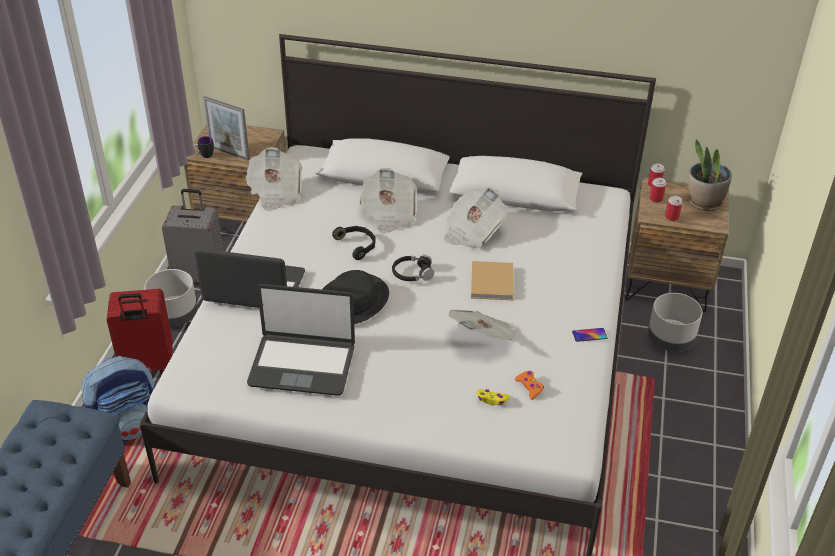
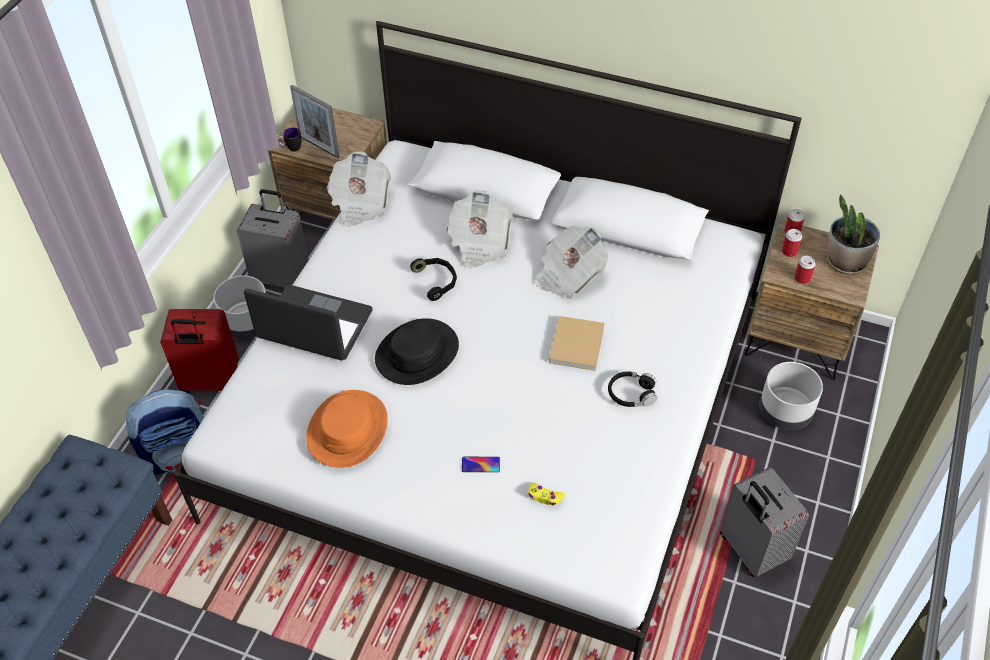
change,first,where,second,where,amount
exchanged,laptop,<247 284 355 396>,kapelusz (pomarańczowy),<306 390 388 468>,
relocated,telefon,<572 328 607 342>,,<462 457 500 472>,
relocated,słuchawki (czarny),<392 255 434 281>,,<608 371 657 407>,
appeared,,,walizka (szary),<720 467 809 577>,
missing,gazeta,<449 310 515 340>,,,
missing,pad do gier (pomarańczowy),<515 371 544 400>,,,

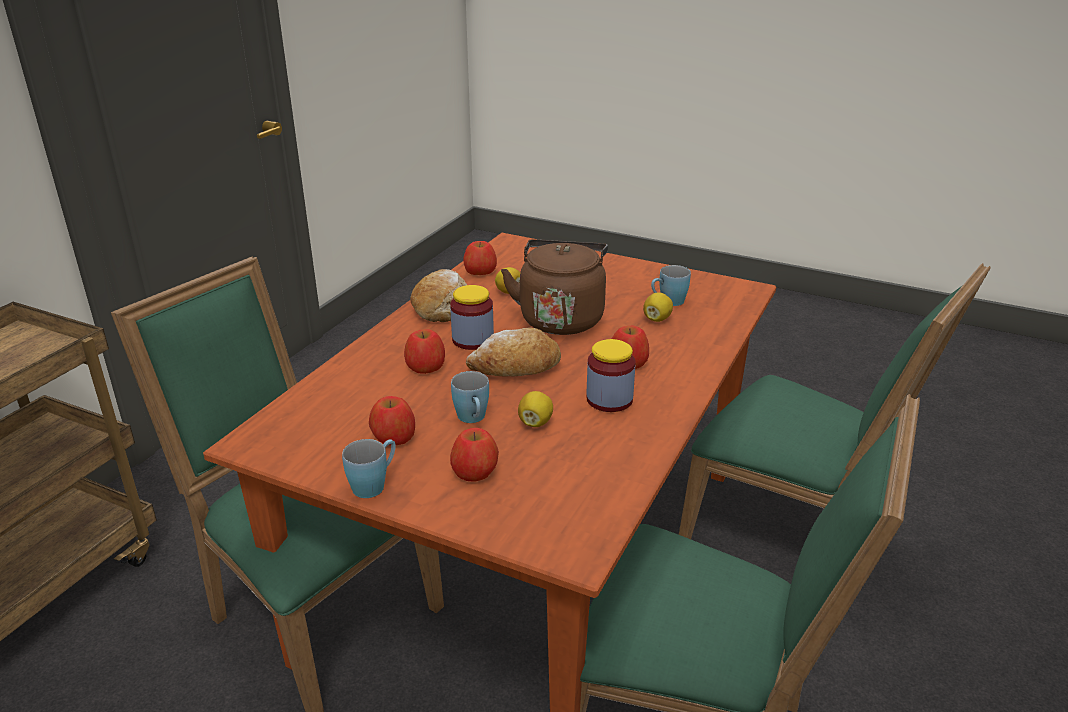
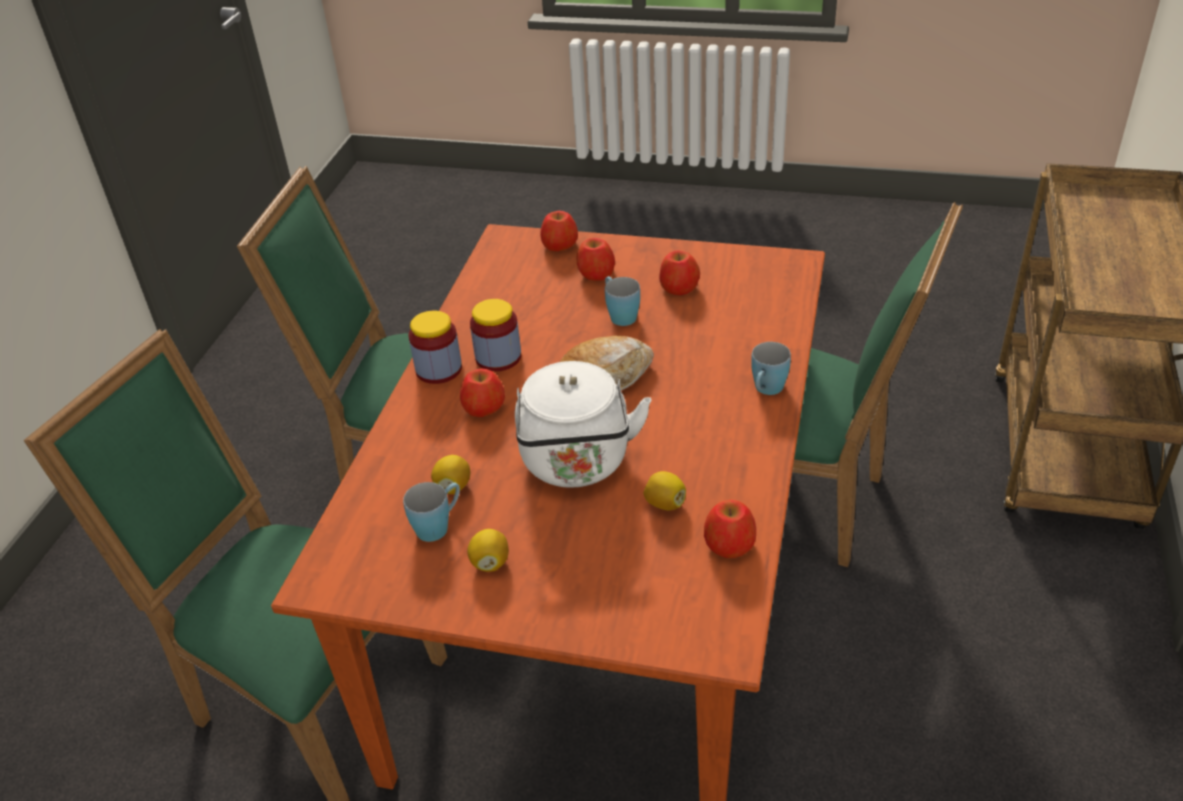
change,first,where,second,where,amount
relocated,słoik,<450 285 494 350>,,<408 311 462 384>,
relocated,cytryna,<518 391 553 427>,,<467 529 509 572>,
colour,czajnik (brązowy),<501 239 608 335>,czajnik (biały),<515 361 651 488>,
relocated,jabłko,<404 329 445 374>,,<541 211 578 251>,
relocated,kubek (niebieski),<342 439 396 498>,,<751 342 791 395>,
missing,chleb,<410 269 467 322>,,,

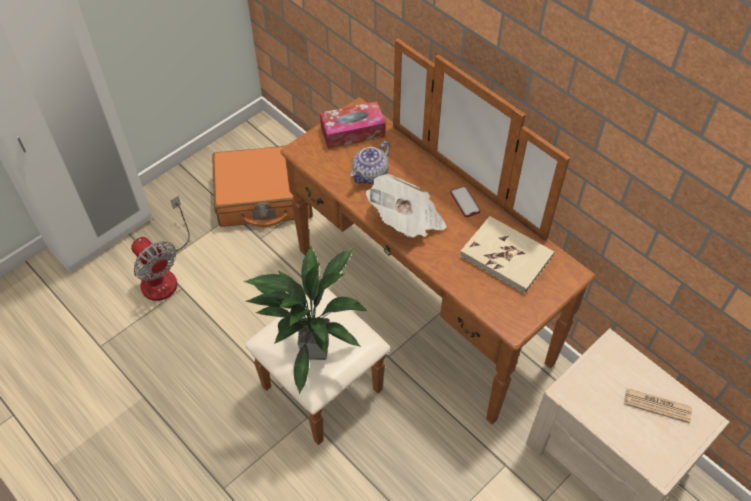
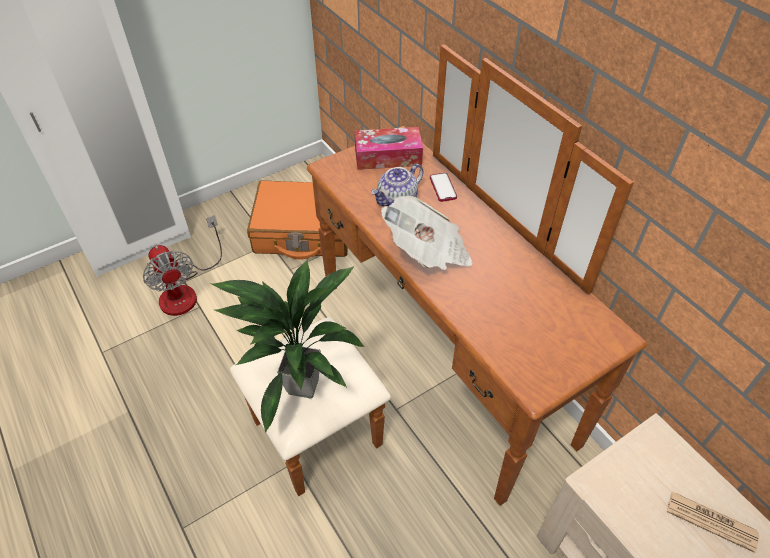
change,first,where,second,where,amount
relocated,telefon,<450 186 480 217>,,<430 173 457 202>,
missing,książka (beżowy),<460 216 554 294>,,,

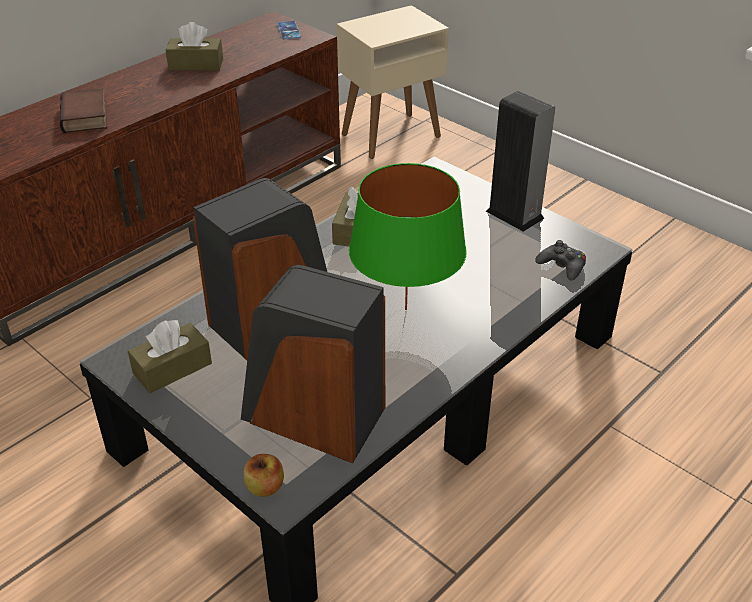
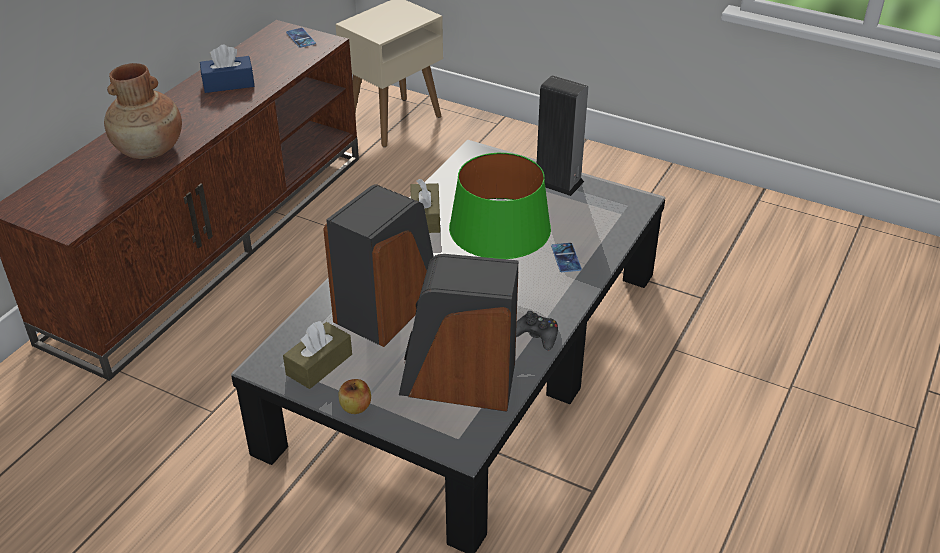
change,first,where,second,where,amount
exchanged,książka,<60 88 107 134>,wazon (brązowy),<104 63 182 159>,
colour,pudełko chusteczek (brązowy),<166 22 223 71>,pudełko chusteczek (niebieski),<200 44 254 93>,
relocated,jabłko,<243 454 284 497>,,<338 379 371 414>,
relocated,pad do gier (czarny),<535 240 586 280>,,<516 311 558 350>,
appeared,,,telefon,<551 243 582 272>,

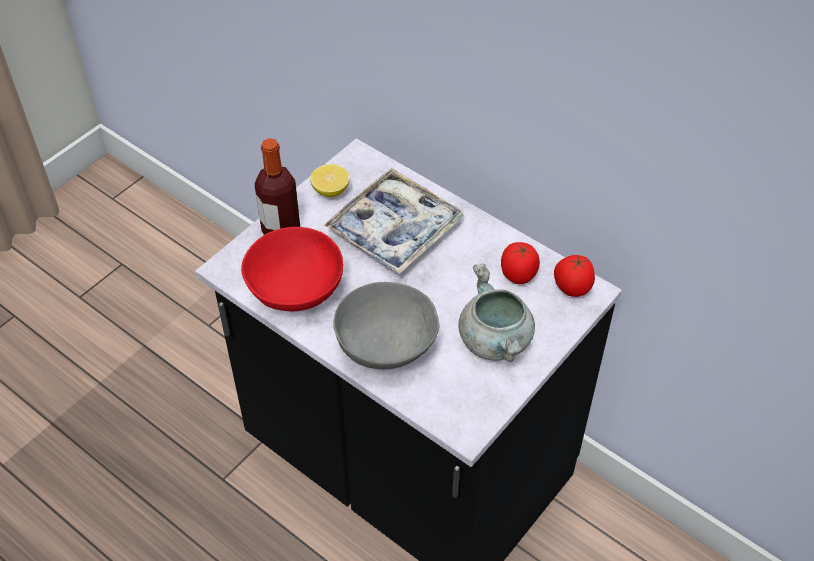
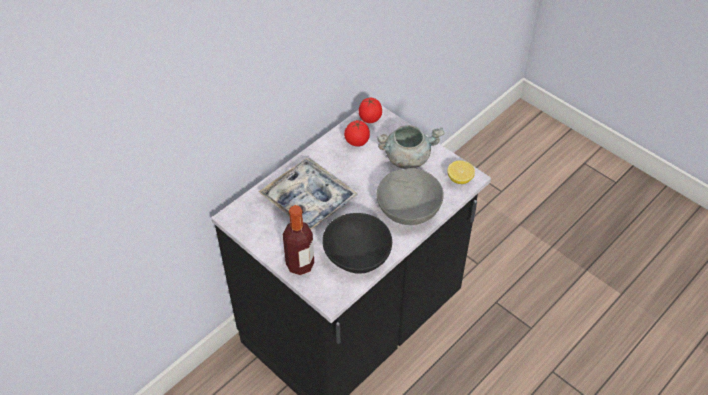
change,first,where,second,where,amount
colour,miska (czerwony),<241 227 343 311>,miska (czarny),<322 213 392 274>,
relocated,cytryna,<310 164 350 197>,,<448 160 475 184>,

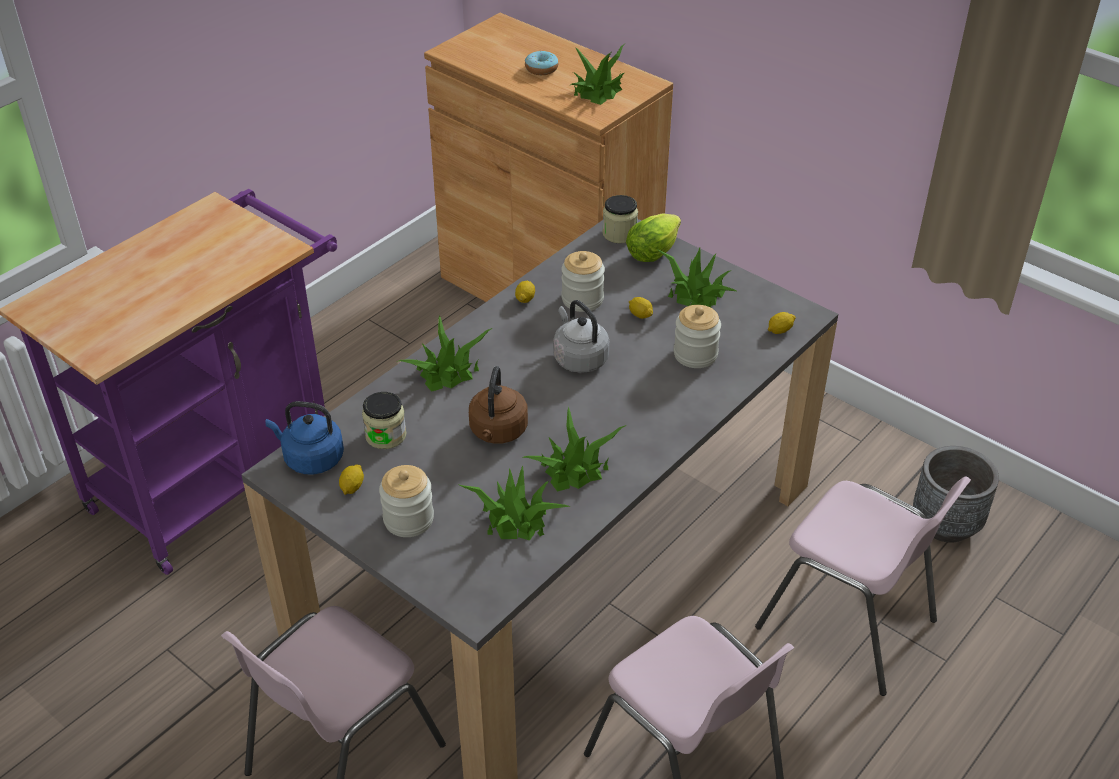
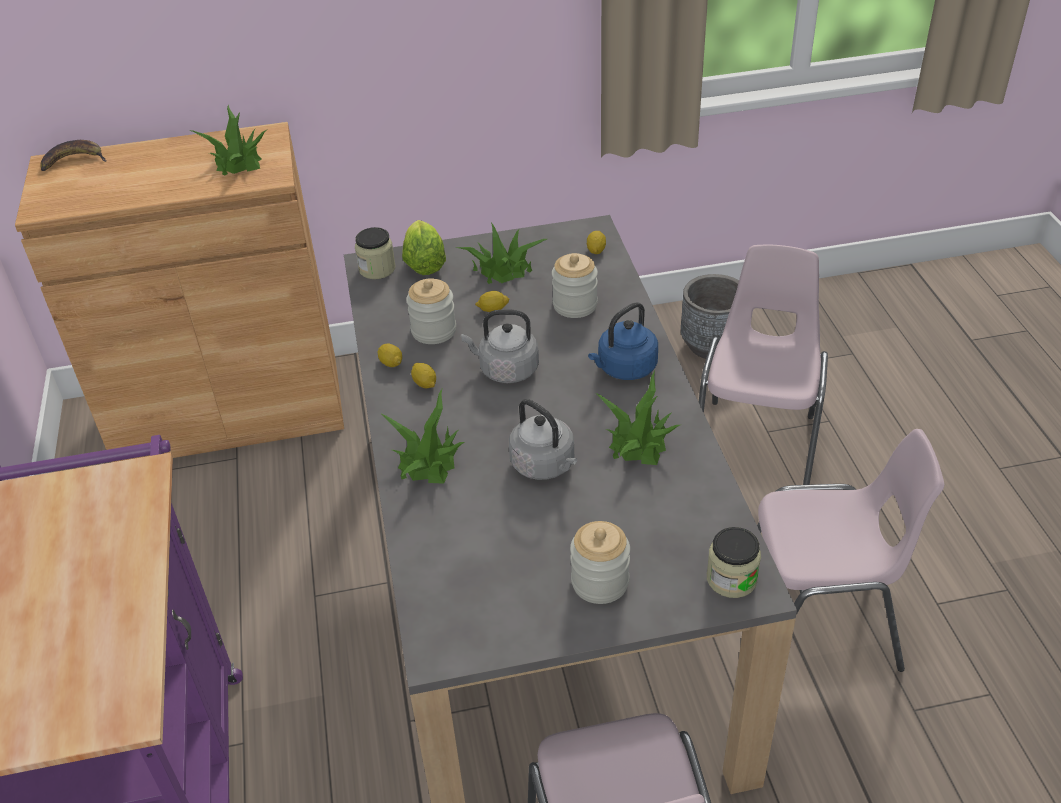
change,first,where,second,where,amount
appeared,,,banan,<40 140 107 171>,
relocated,cytryna,<339 464 364 495>,,<411 363 436 389>,
colour,czajnik (brązowy),<469 366 528 444>,czajnik (szary),<509 399 577 480>,
relocated,czajnik (niebieski),<266 401 344 475>,,<588 302 658 380>,
spun,krzesło (różowy),<755 477 971 696>,,<699 244 828 485>,60 degrees counterclockwise
relocated,słoik,<362 392 407 449>,,<707 527 761 598>,
missing,roślina doniczkowa,<457 465 571 540>,,,
missing,donut,<525 51 558 75>,,,

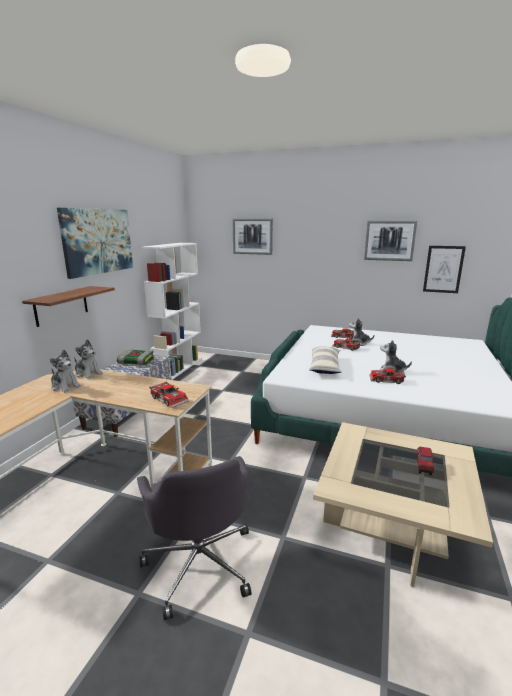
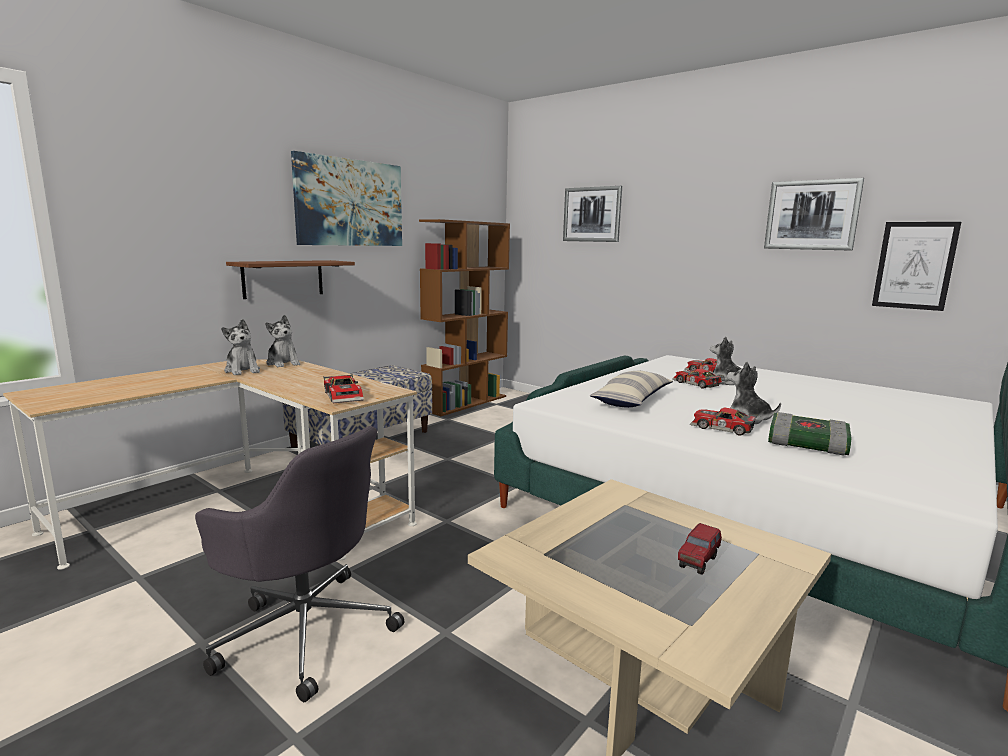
change,first,where,second,where,amount
spun,krzesło biurowe (szary),<137 456 251 620>,,<195 426 404 702>,60 degrees counterclockwise
colour,regał (biały),<141 243 202 380>,regał (brązowy),<419 219 510 416>,
relocated,książka,<117 349 154 365>,,<768 412 851 456>,

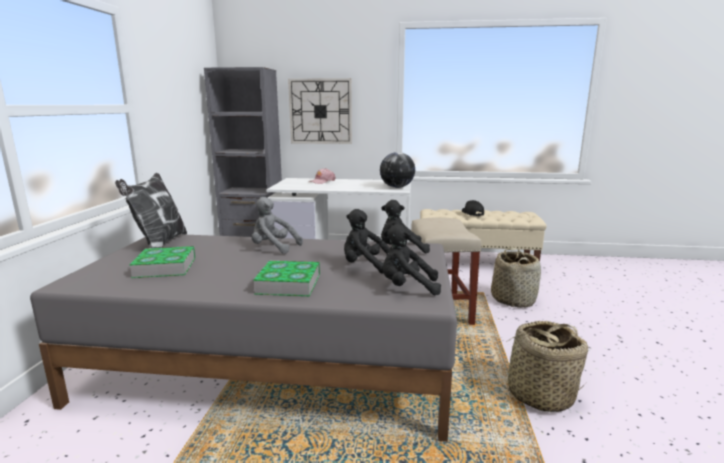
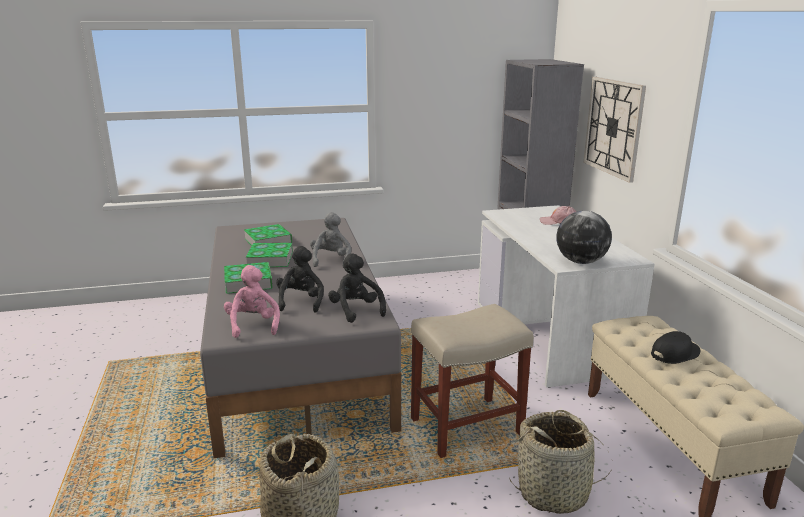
change,first,where,second,where,amount
colour,pluszak (czarny),<383 224 441 295>,pluszak (różowy),<224 265 280 338>,
appeared,,,książka,<246 243 293 267>,
missing,poduszka,<115 173 187 248>,,,

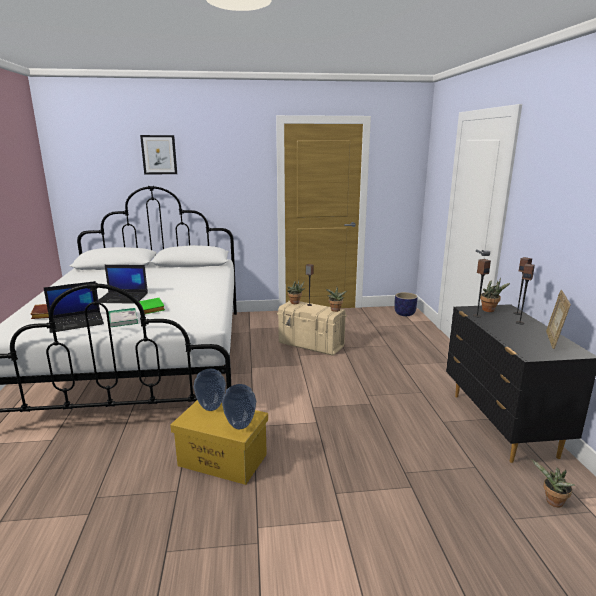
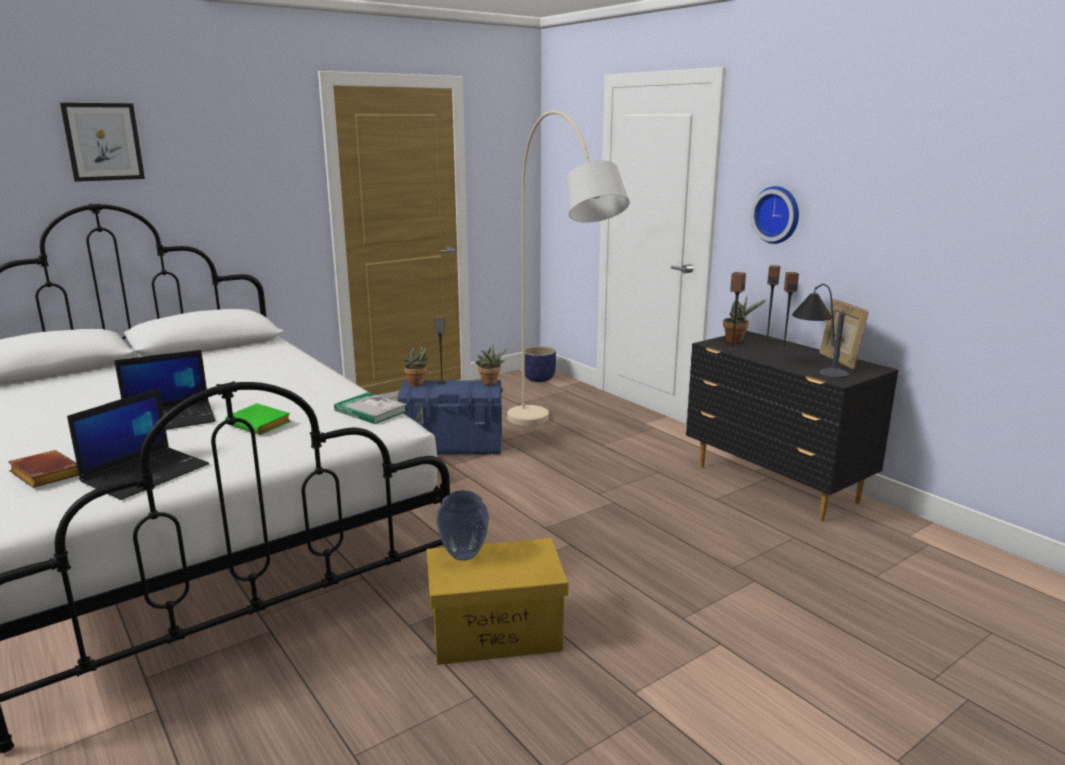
change,first,where,second,where,amount
relocated,książka,<108 308 138 327>,,<334 392 408 424>,
colour,pojemnik do przechowywania (beżowy),<277 301 347 356>,pojemnik do przechowywania (niebieski),<398 380 503 455>,
appeared,,,lampa stojąca (beżowy),<507 111 630 426>,
appeared,,,zegar ścienny,<750 186 799 244>,
appeared,,,lampa stołowa,<792 284 849 379>,
missing,wazon,<222 384 256 429>,,,
missing,roślina doniczkowa,<531 459 575 508>,,,

